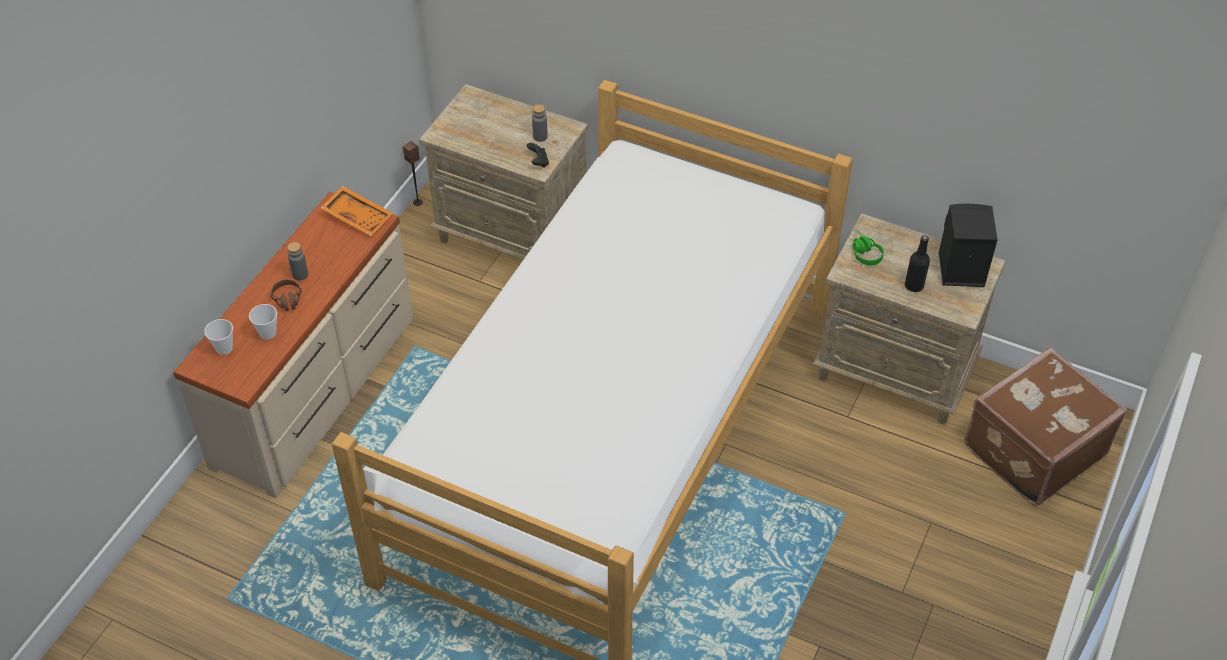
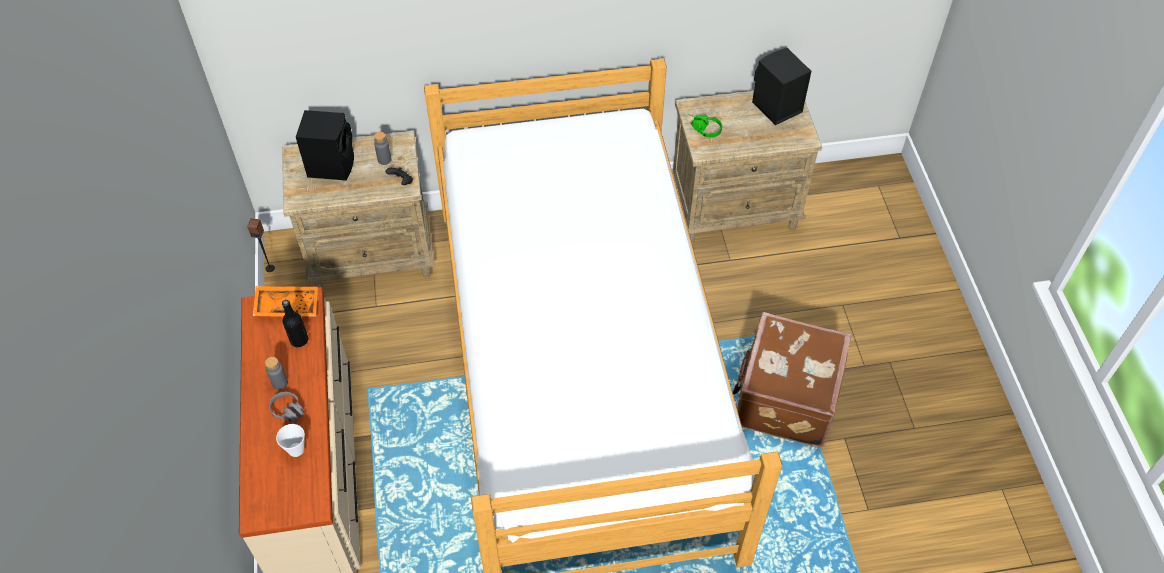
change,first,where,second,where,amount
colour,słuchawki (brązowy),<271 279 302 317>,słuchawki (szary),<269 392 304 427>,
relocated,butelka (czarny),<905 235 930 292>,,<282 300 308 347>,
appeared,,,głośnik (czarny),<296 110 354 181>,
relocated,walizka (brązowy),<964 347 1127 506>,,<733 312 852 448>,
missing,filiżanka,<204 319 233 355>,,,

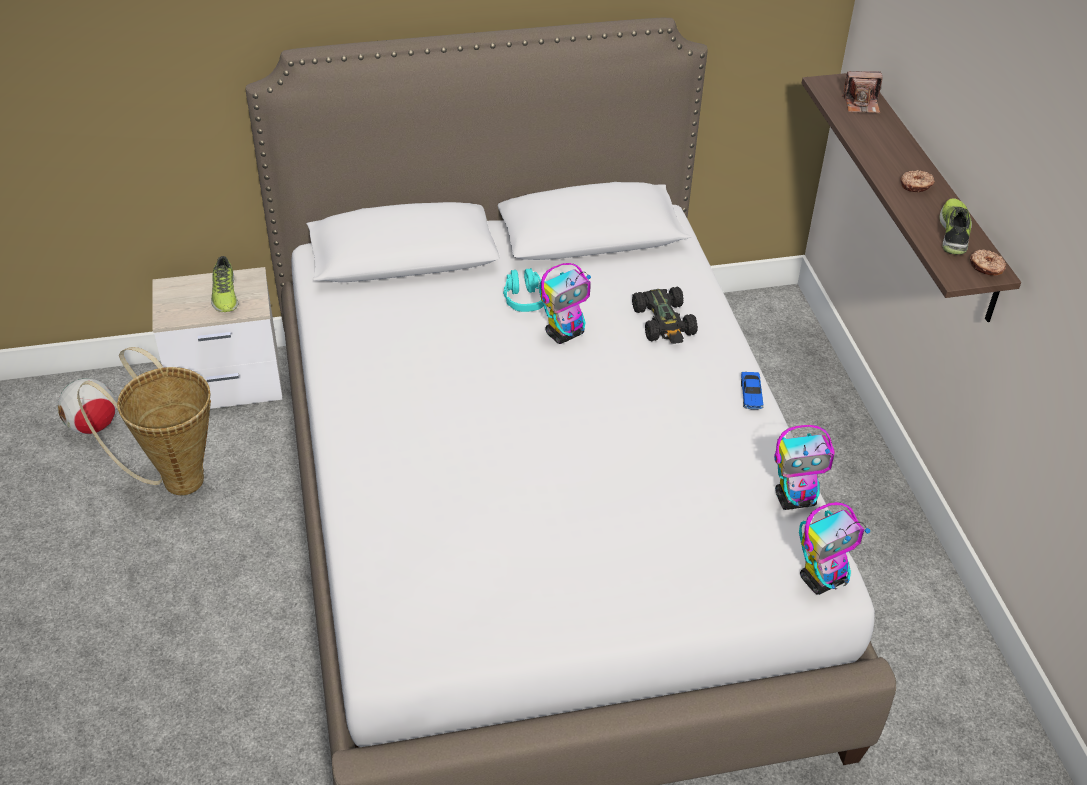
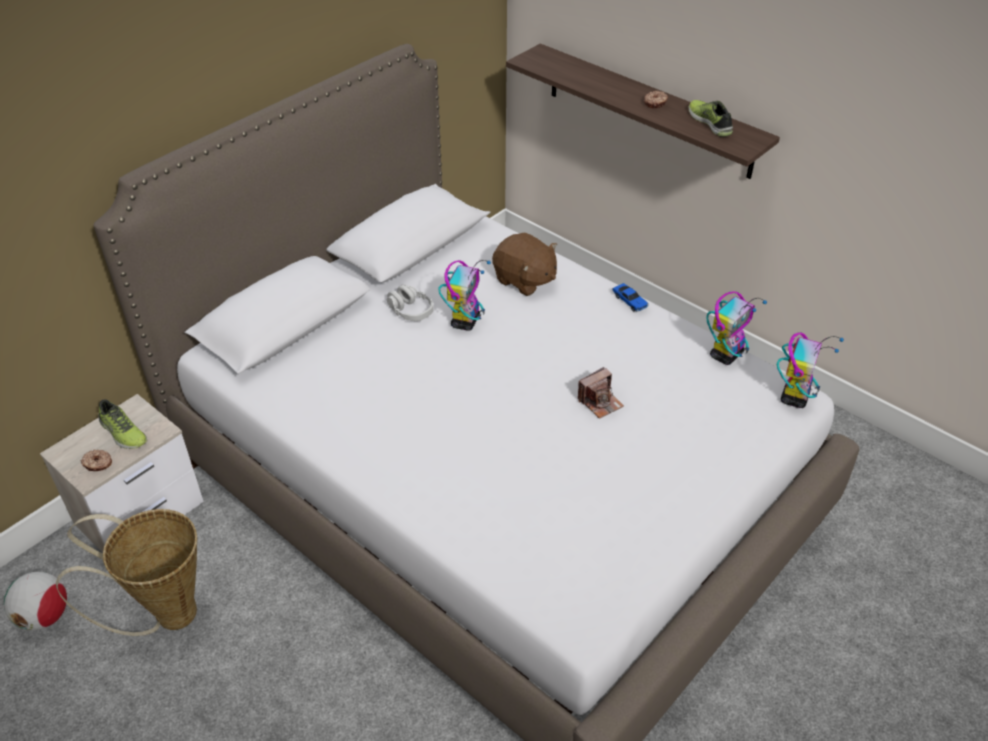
change,first,where,second,where,amount
relocated,donut,<970 249 1006 276>,,<81 449 112 471>,
colour,słuchawki (turkusowy),<503 268 543 312>,słuchawki (szary),<387 284 434 321>,
exchanged,samochodzik (czarny),<632 287 698 344>,pluszak (brązowy),<492 232 557 296>,
relocated,aparat fotograficzny,<842 71 882 113>,,<578 367 624 419>,

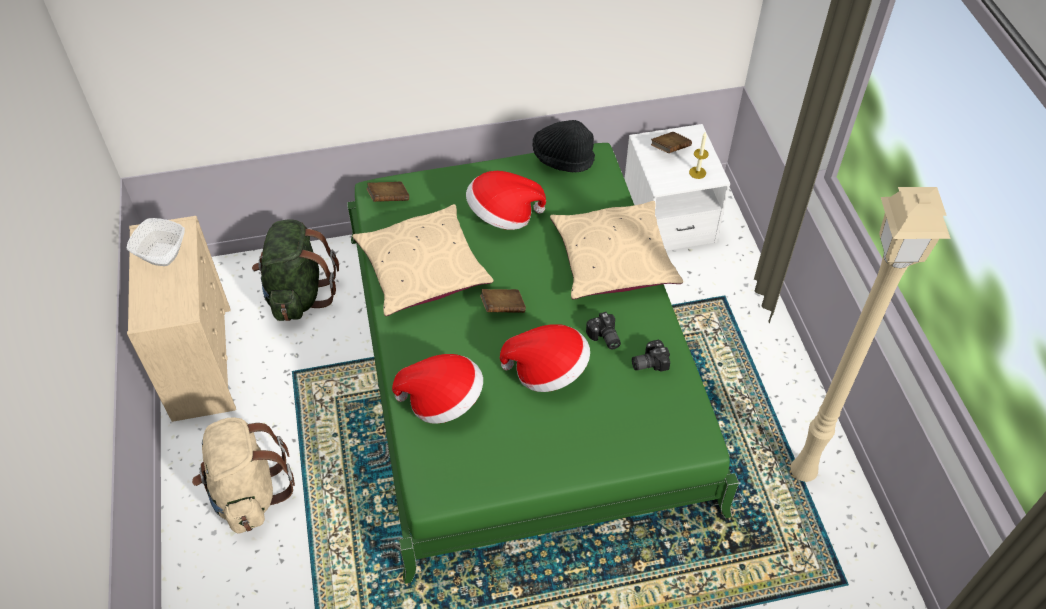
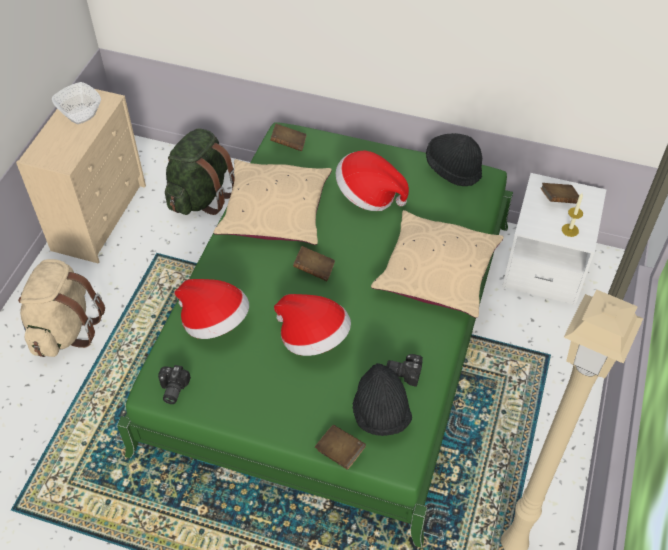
change,first,where,second,where,amount
relocated,aparat fotograficzny,<586 312 621 350>,,<158 365 191 404>,
appeared,,,książka (brązowy),<315 425 366 470>,
appeared,,,kapelusz (czarny),<352 363 412 436>,

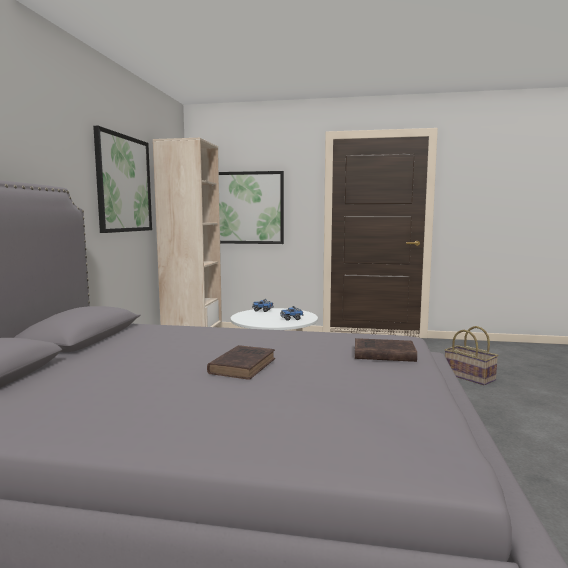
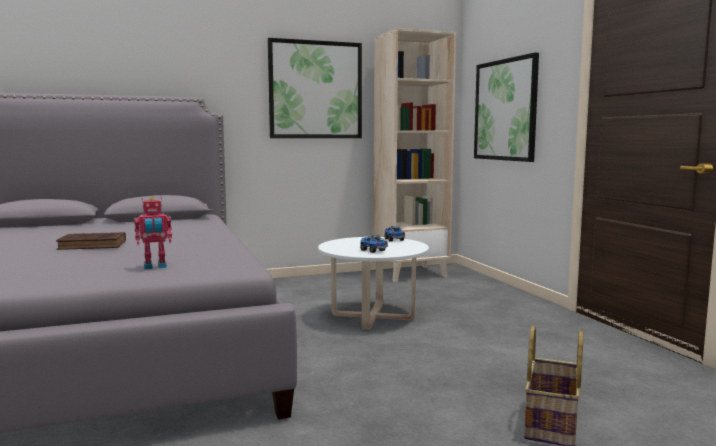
change,first,where,second,where,amount
exchanged,książka (brązowy),<355 338 417 362>,robot zabawkowy,<134 197 172 269>,

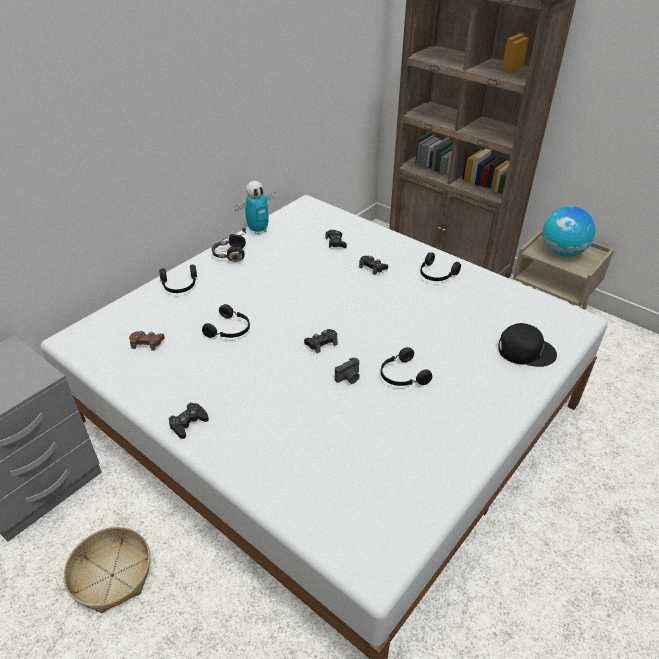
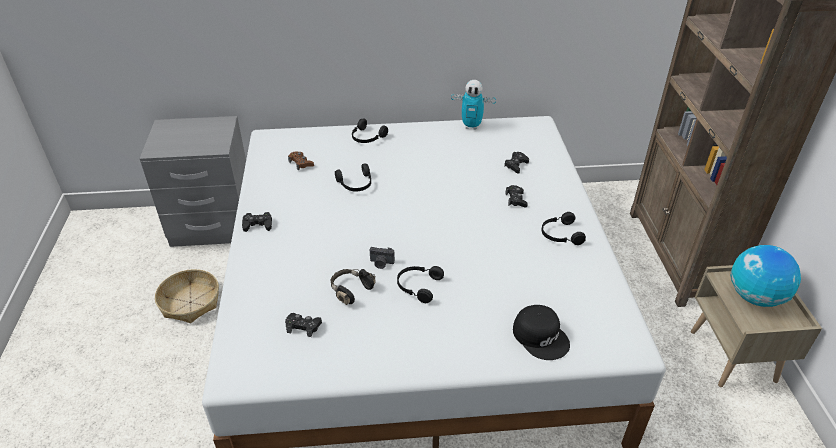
change,first,where,second,where,amount
relocated,pad do gier (czarny),<304 329 337 353>,,<285 313 322 337>,
relocated,słuchawki (czarny),<211 228 246 262>,,<330 269 376 305>,

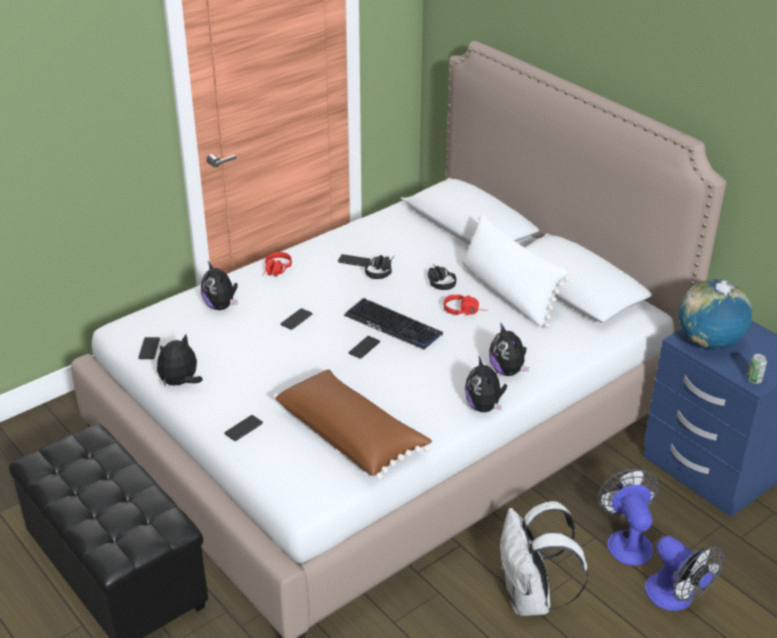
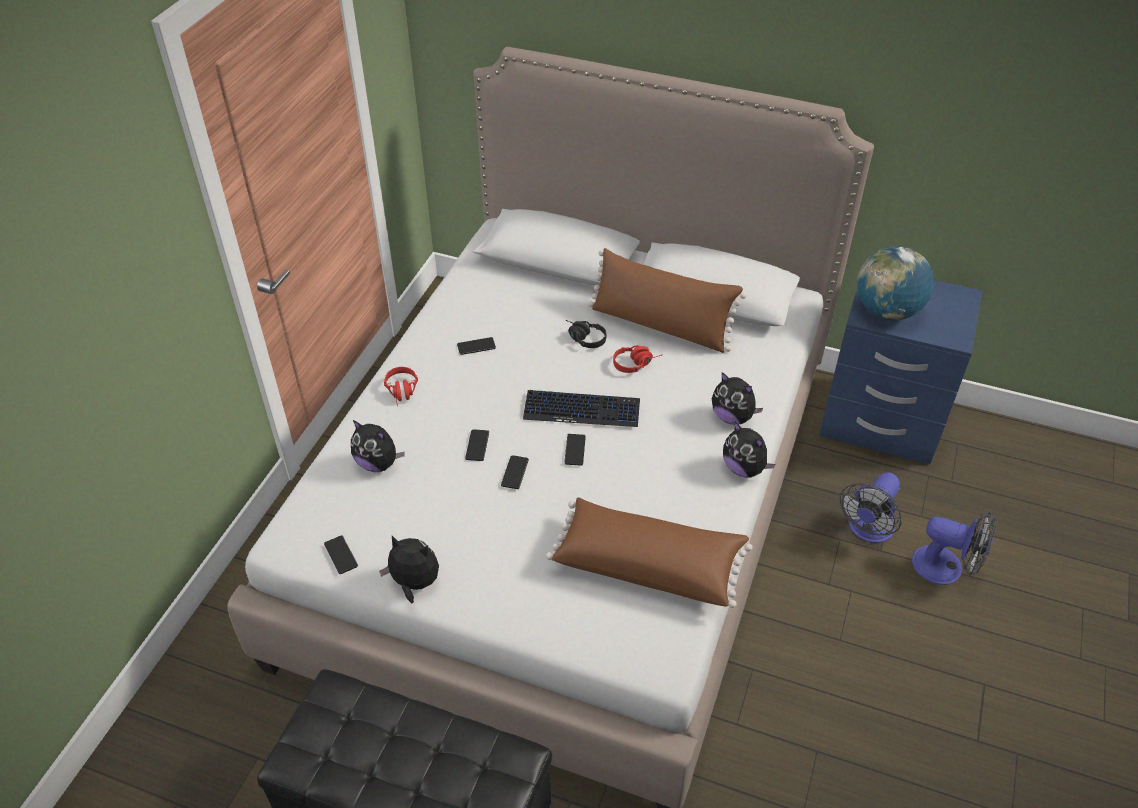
change,first,where,second,where,amount
spun,pluszak,<157 334 203 386>,,<379 536 439 604>,90 degrees clockwise
relocated,telefon,<224 415 263 441>,,<501 455 529 489>,
colour,poduszka (biały),<462 214 570 328>,poduszka (brązowy),<588 248 746 353>,
spun,wentylator,<598 469 659 566>,,<840 472 902 543>,105 degrees counterclockwise
missing,słuchawki (czarny),<365 255 394 279>,,,
missing,plecak (biały),<500 501 589 616>,,,
missing,puszka,<747 354 767 384>,,,

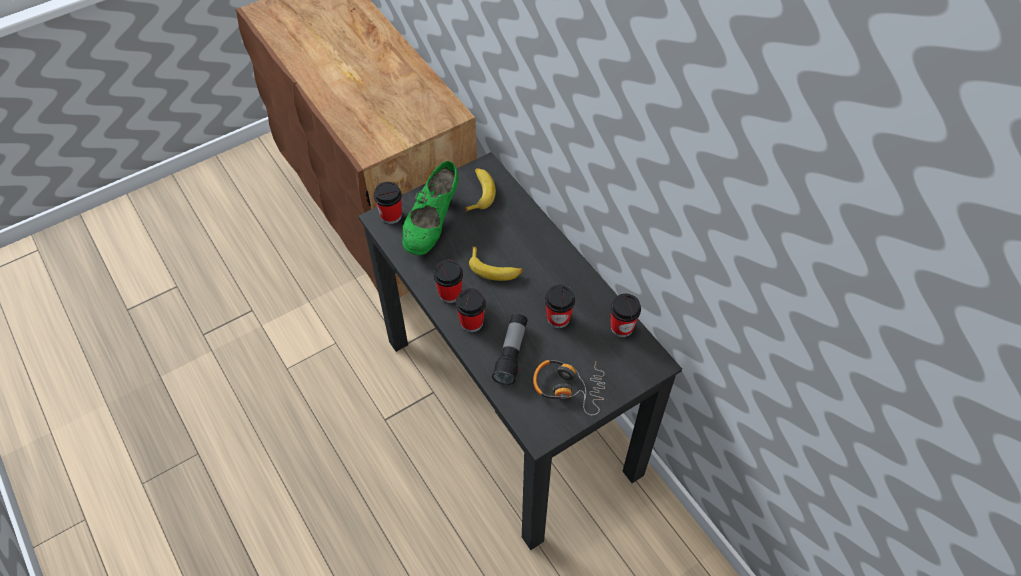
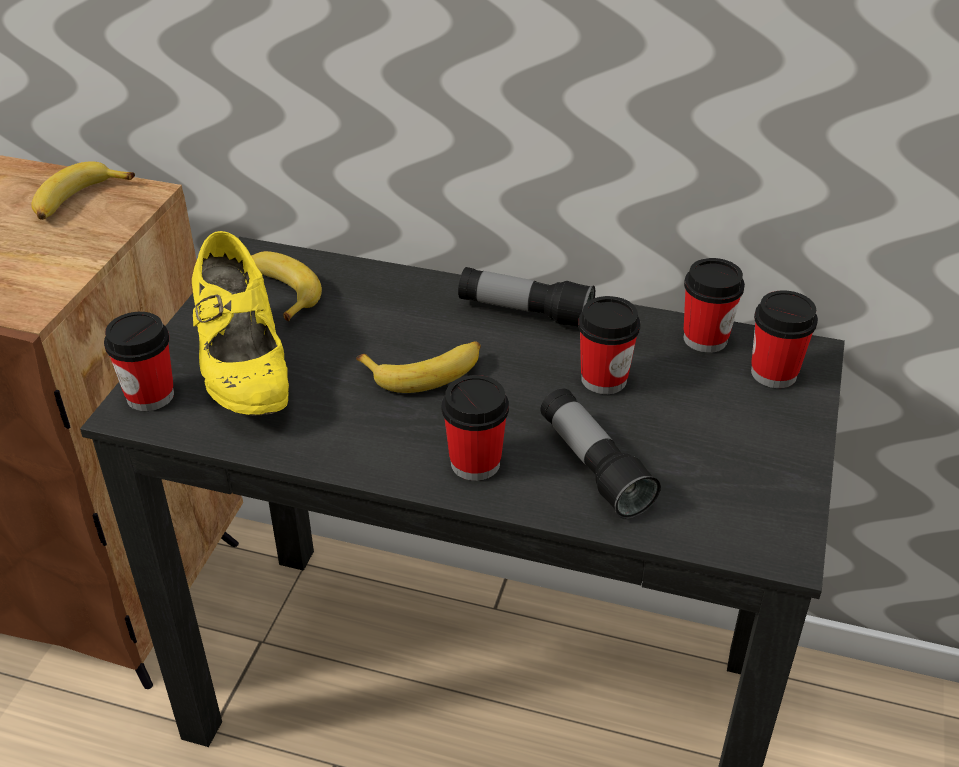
change,first,where,second,where,amount
appeared,,,banan,<31 161 135 220>,
colour,but (zielony),<402 161 458 255>,but (żółty),<192 231 289 415>,
appeared,,,latarka,<458 267 595 326>,
relocated,filiżanka,<433 260 463 303>,,<751 290 818 388>,
missing,słuchawki,<533 360 605 415>,,,

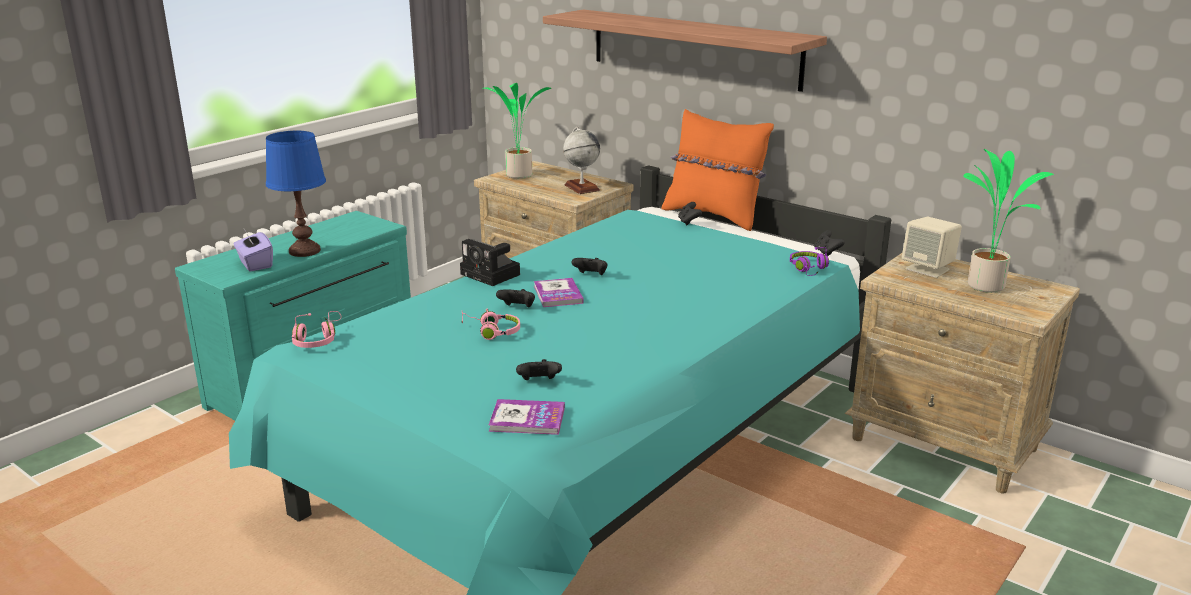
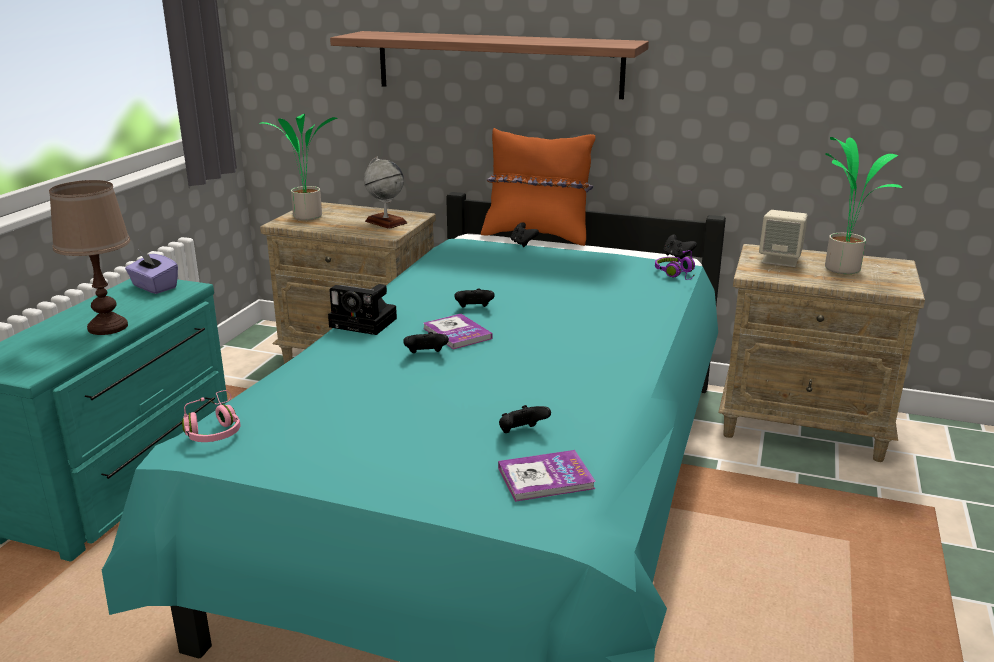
change,first,where,second,where,amount
colour,lampa stołowa (niebieski),<266 131 326 257>,lampa stołowa (brązowy),<49 180 130 335>,
relocated,pudełko chusteczek (fioletowy),<234 229 273 271>,,<125 250 178 294>,
missing,słuchawki (różowy),<461 308 520 340>,,,

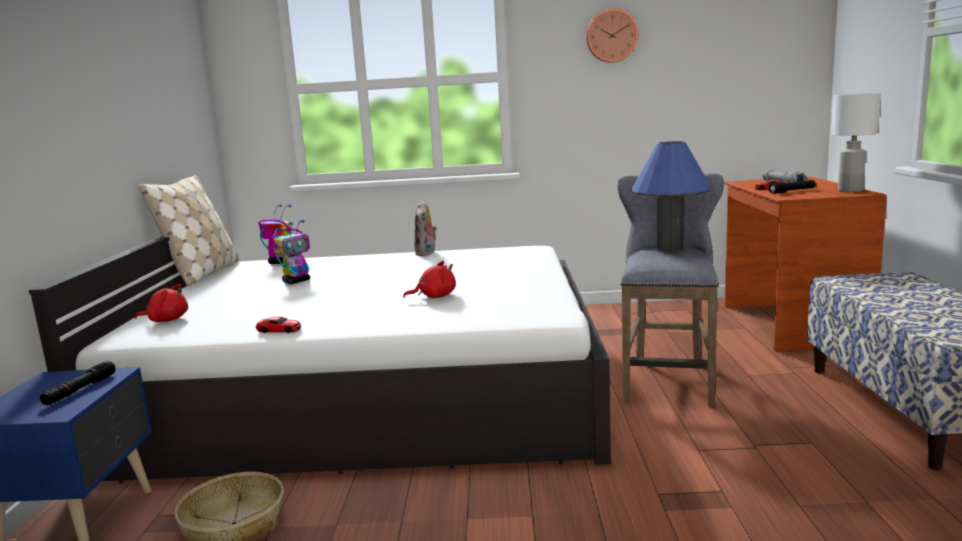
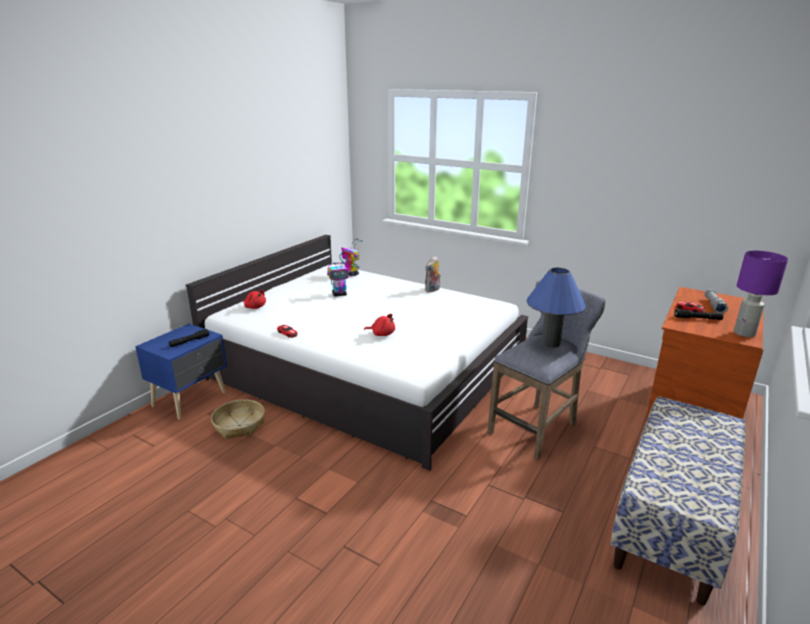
change,first,where,second,where,amount
colour,lampa stołowa (biały),<831 93 881 192>,lampa stołowa (fioletowy),<734 251 788 337>,
missing,poduszka (beżowy),<138 175 239 285>,,,
missing,zegar ścienny,<586 8 638 63>,,,

